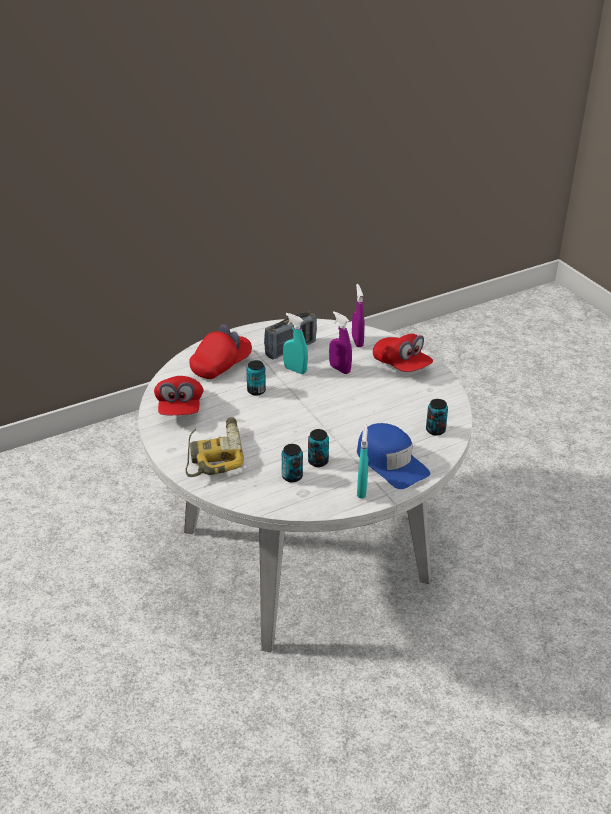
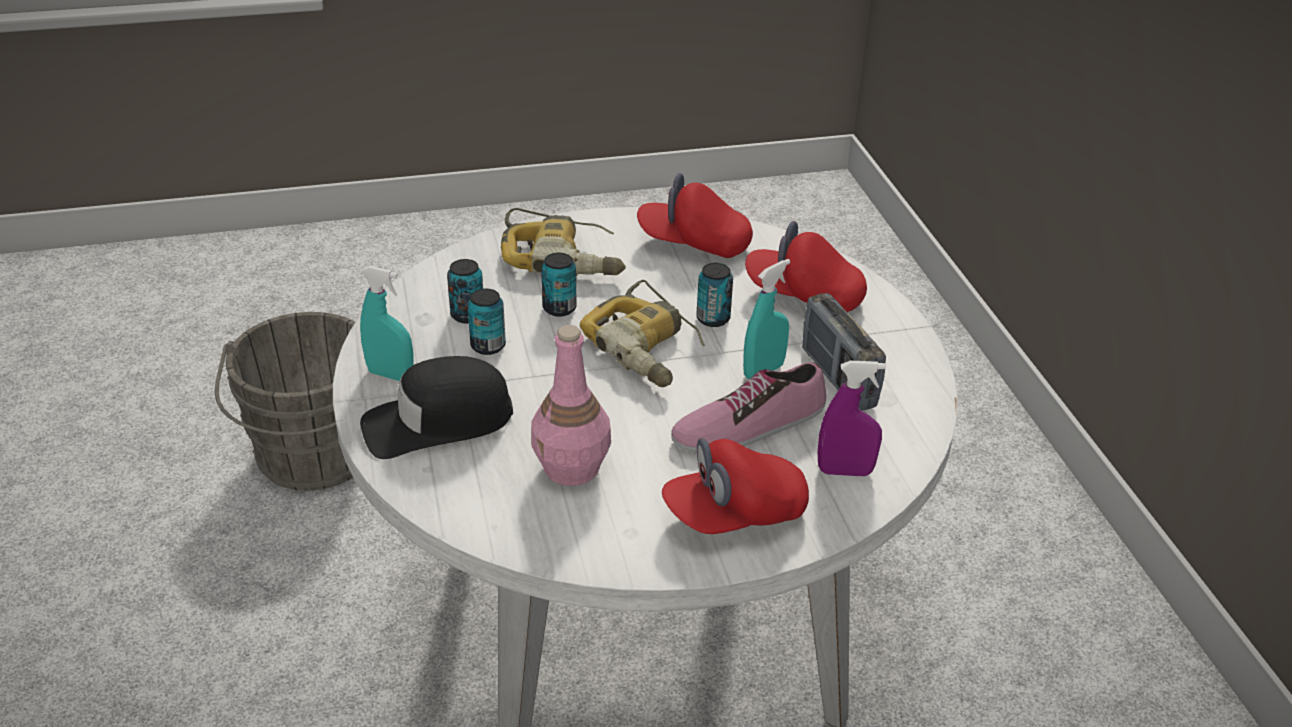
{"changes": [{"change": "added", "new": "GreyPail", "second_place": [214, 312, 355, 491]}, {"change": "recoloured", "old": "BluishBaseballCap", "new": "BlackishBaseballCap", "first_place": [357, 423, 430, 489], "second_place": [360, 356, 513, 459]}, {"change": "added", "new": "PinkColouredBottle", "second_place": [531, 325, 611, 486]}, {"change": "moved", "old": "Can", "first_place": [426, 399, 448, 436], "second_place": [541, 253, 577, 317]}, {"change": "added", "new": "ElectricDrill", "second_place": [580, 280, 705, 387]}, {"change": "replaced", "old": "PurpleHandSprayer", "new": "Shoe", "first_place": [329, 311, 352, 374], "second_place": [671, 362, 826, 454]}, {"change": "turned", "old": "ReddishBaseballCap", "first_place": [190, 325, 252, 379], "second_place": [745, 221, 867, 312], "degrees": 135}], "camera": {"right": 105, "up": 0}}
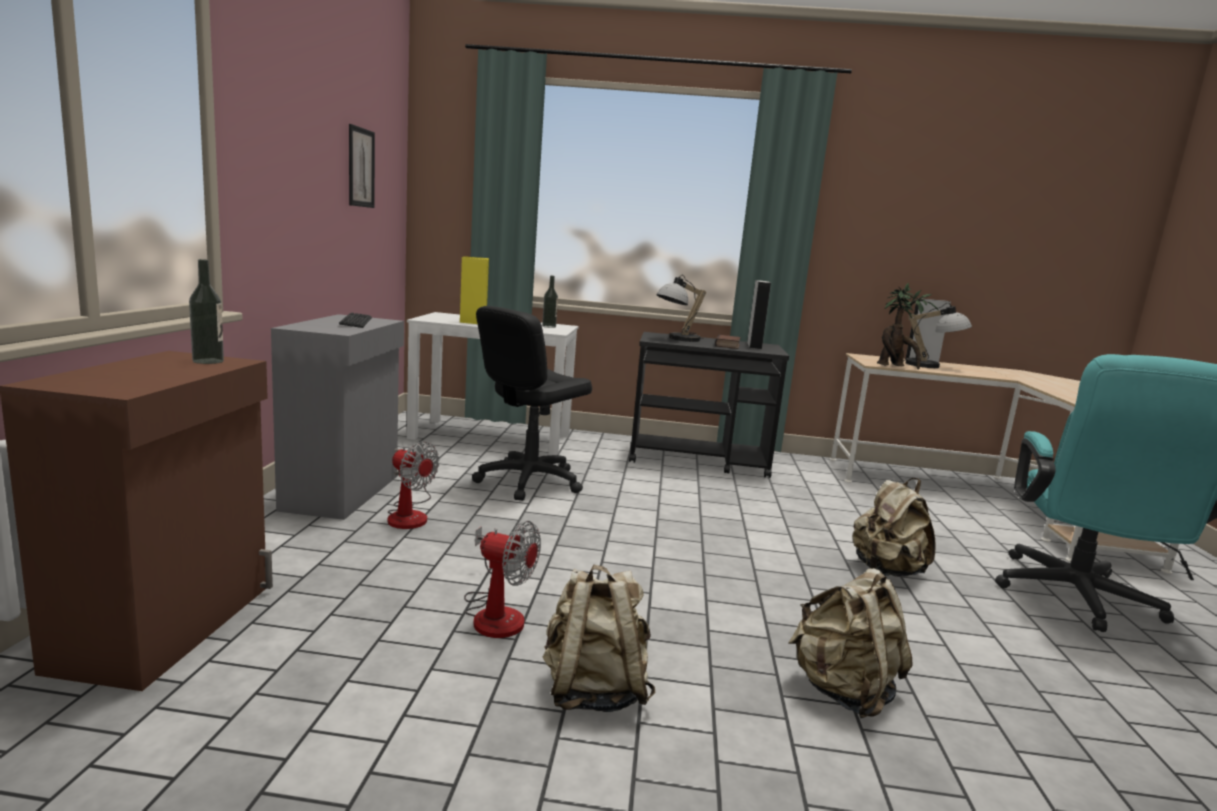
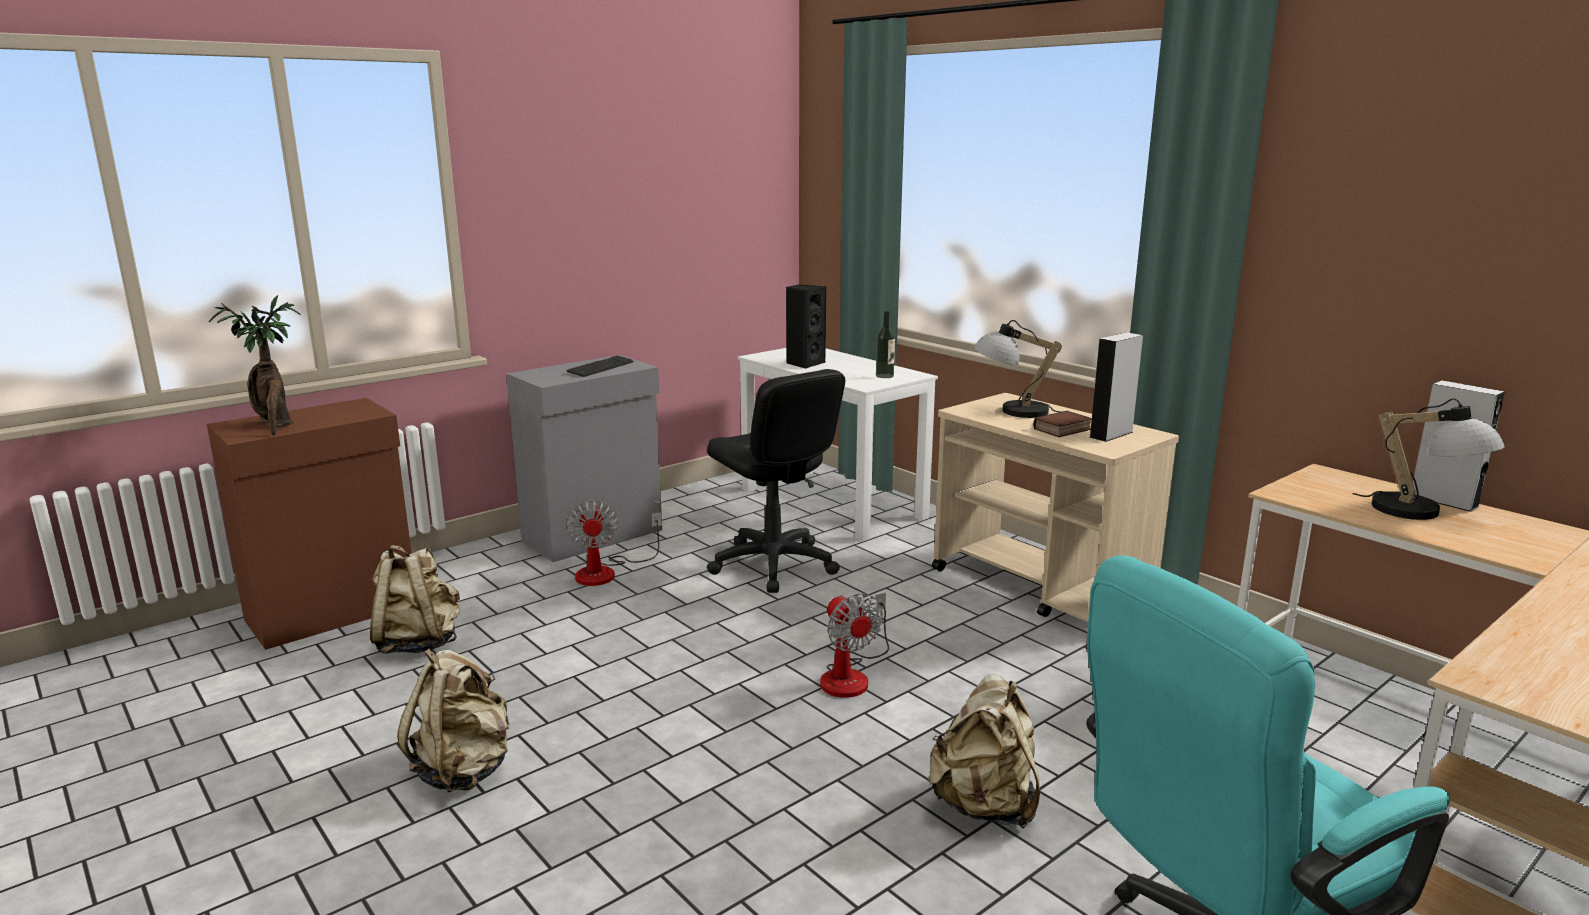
{"changes": [{"change": "moved", "old": "Houseplant", "first_place": [877, 283, 939, 370], "second_place": [209, 295, 301, 435]}, {"change": "moved", "old": "SandColouredBackpack", "first_place": [788, 568, 913, 718], "second_place": [370, 545, 460, 654]}, {"change": "turned", "old": "BlackishComputerChair", "first_place": [472, 306, 592, 501], "second_place": [707, 369, 845, 593], "degrees": -120}, {"change": "recoloured", "old": "YellowAudioSpeaker", "new": "BlackishAudioSpeaker", "first_place": [460, 256, 489, 324], "second_place": [786, 284, 826, 369]}, {"change": "moved", "old": "ElectricFan", "first_place": [464, 521, 541, 638], "second_place": [820, 593, 889, 698]}, {"change": "recoloured", "old": "BlackishTrolley", "new": "SandColouredTrolley", "first_place": [629, 332, 789, 478], "second_place": [932, 393, 1179, 622]}, {"change": "removed", "old": "Bottle", "first_place": [189, 259, 224, 364]}, {"change": "removed", "old": "WallArt", "first_place": [349, 124, 375, 208]}], "camera": {"right": 45, "up": 5}}
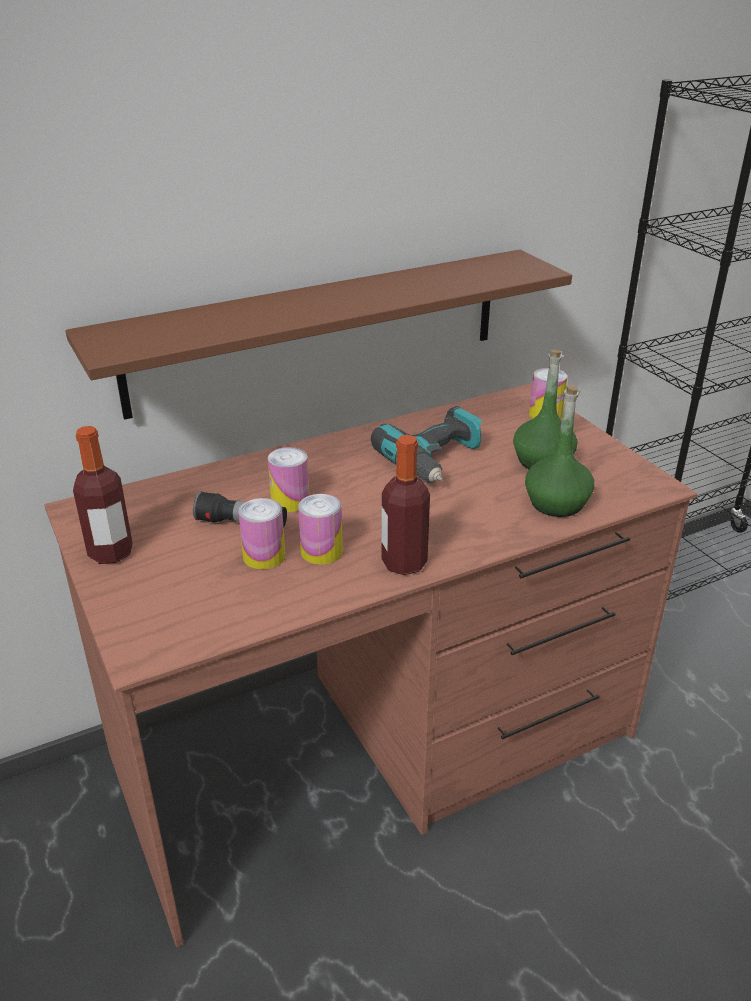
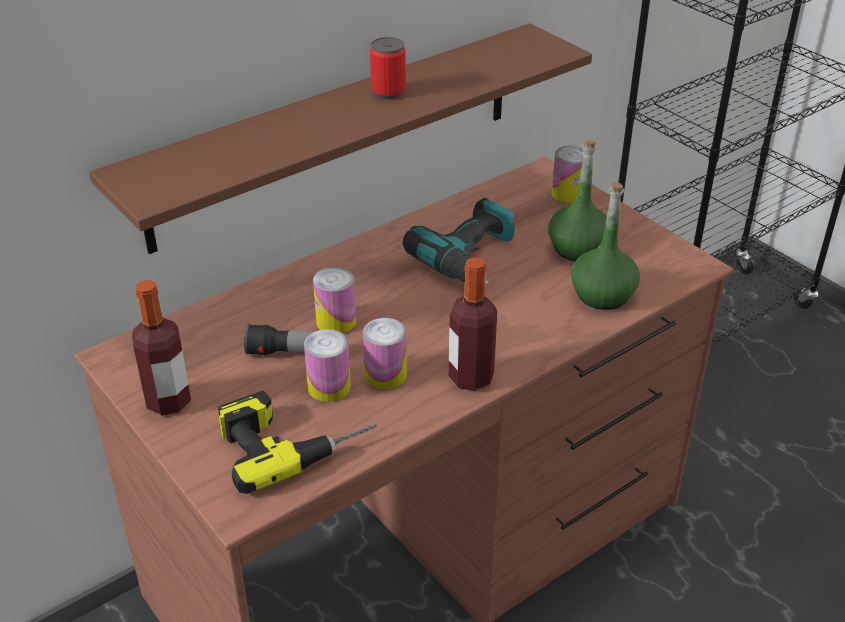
{"changes": [{"change": "added", "new": "ElectricDrill", "second_place": [218, 390, 377, 494]}, {"change": "added", "new": "Can", "second_place": [370, 37, 406, 99]}], "camera": {"right": -10, "up": 5}}
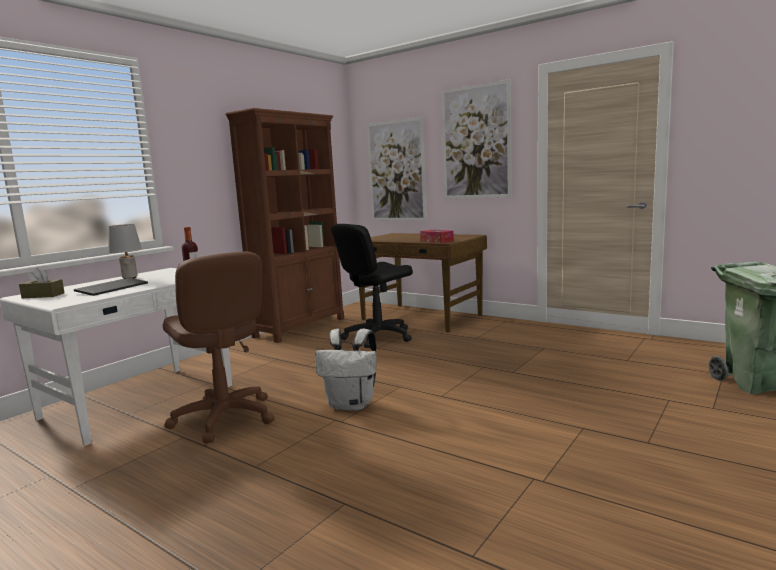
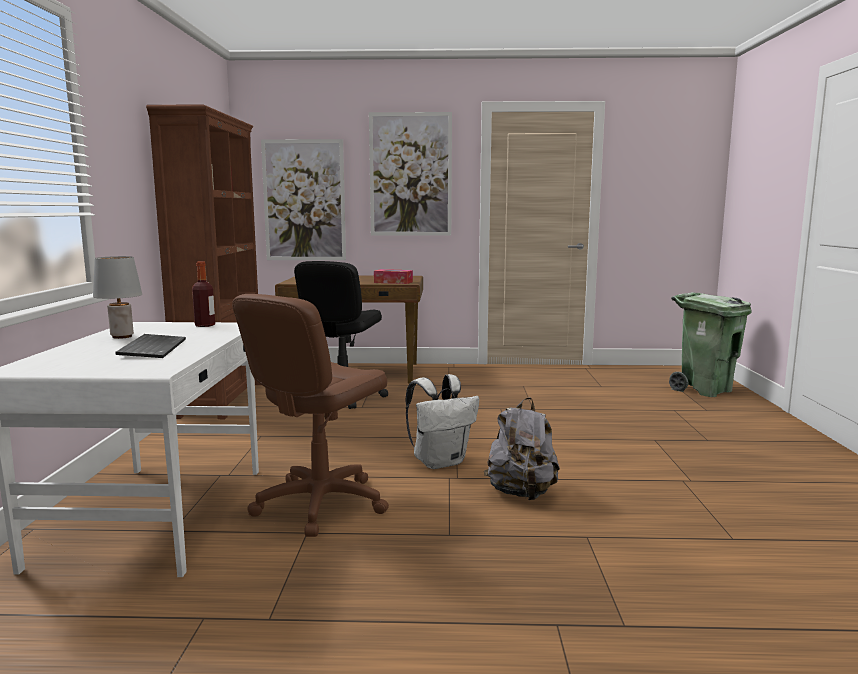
{"changes": [{"change": "turned", "old": "BrownComputerChair", "first_place": [163, 252, 275, 443], "second_place": [232, 294, 389, 537], "degrees": 105}, {"change": "added", "new": "GreyBackpack", "second_place": [484, 397, 560, 500]}, {"change": "removed", "old": "BrownTissueBox", "first_place": [19, 268, 65, 298]}], "camera": {"right": -35, "up": 0}}
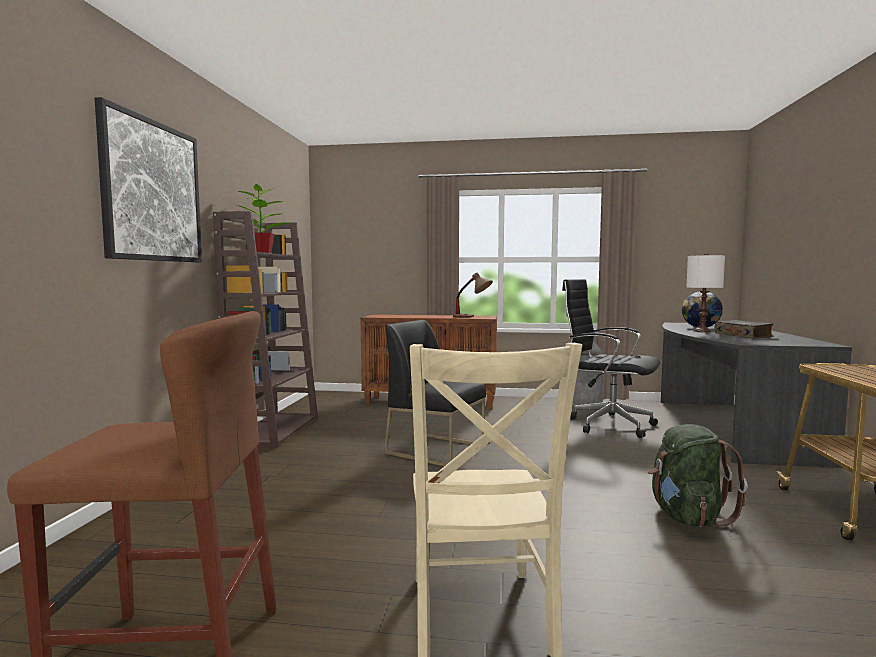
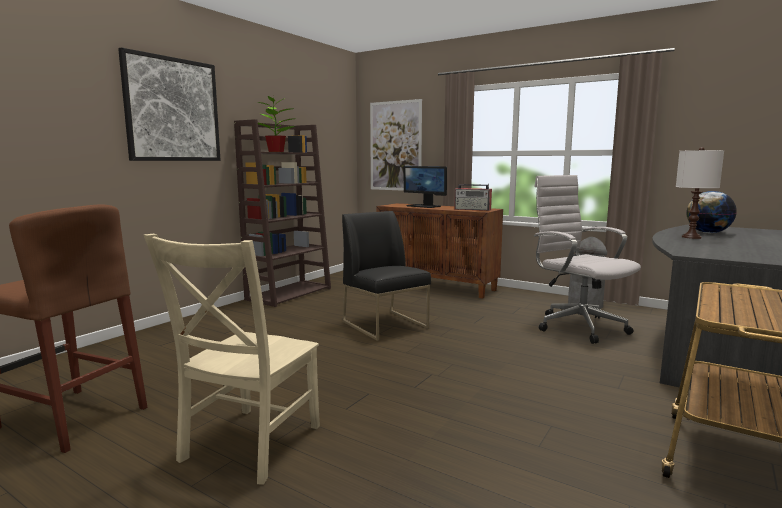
{"changes": [{"change": "added", "new": "WallArt", "second_place": [370, 99, 422, 191]}, {"change": "added", "new": "ComputerDisplay", "second_place": [403, 166, 447, 208]}, {"change": "replaced", "old": "LampForATable", "new": "RadioSet", "first_place": [453, 273, 493, 318], "second_place": [454, 183, 492, 211]}, {"change": "recoloured", "old": "BlackishComputerChair", "new": "WhitishComputerChair", "first_place": [562, 279, 660, 438], "second_place": [534, 175, 641, 344]}, {"change": "removed", "old": "GreenBackpack", "first_place": [648, 424, 747, 527]}, {"change": "removed", "old": "BoundBook", "first_place": [714, 320, 774, 339]}], "camera": {"right": 25, "up": 5}}
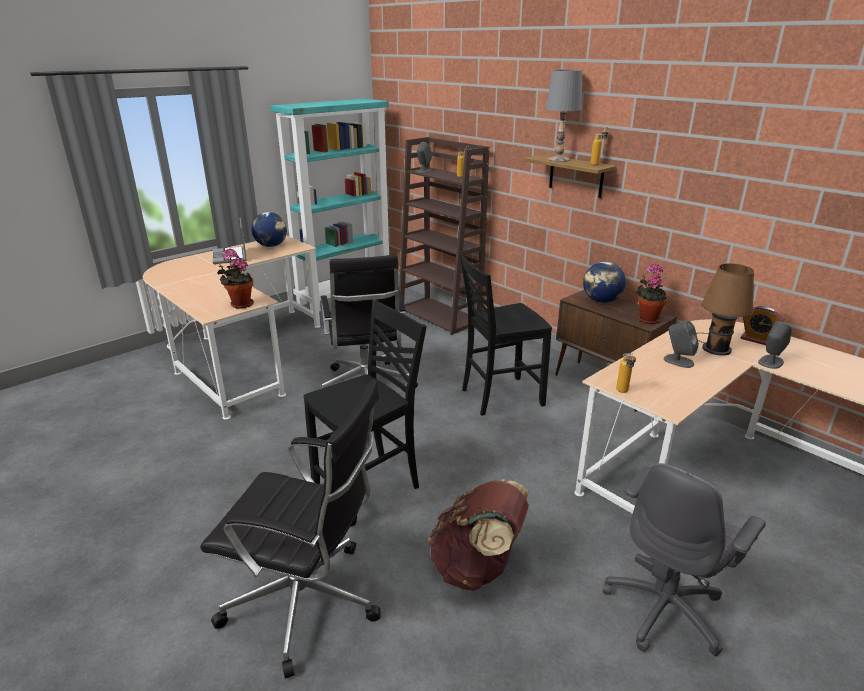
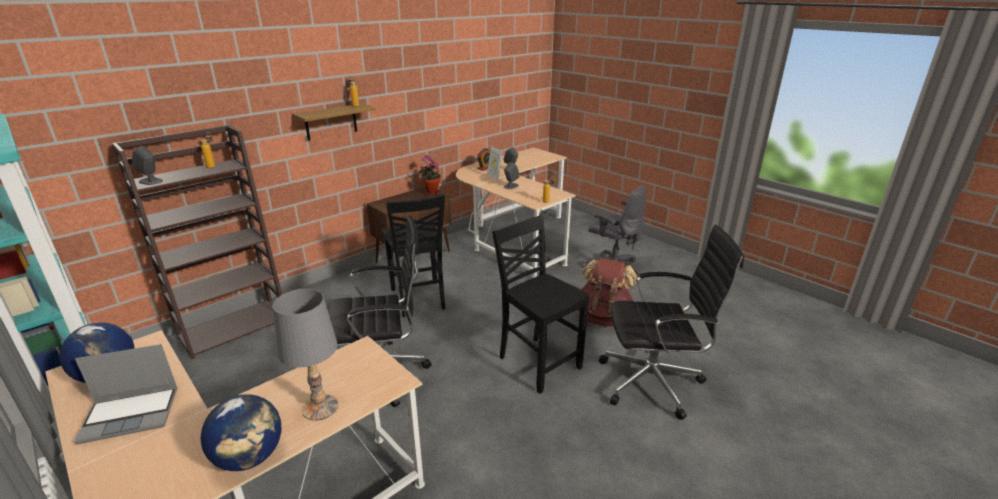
{"changes": [{"change": "moved", "old": "DeskGlobe", "first_place": [583, 262, 626, 303], "second_place": [201, 394, 281, 471]}, {"change": "moved", "old": "GreyLampForATable", "first_place": [546, 70, 582, 162], "second_place": [273, 289, 338, 421]}, {"change": "replaced", "old": "BrownLampForATable", "new": "PhotoFrame", "first_place": [696, 263, 755, 356], "second_place": [487, 146, 502, 181]}, {"change": "turned", "old": "BlackishComputerChair", "first_place": [200, 380, 381, 678], "second_place": [599, 225, 744, 420], "degrees": 75}, {"change": "removed", "old": "Houseplant", "first_place": [217, 248, 254, 309]}], "camera": {"right": -90, "up": 0}}
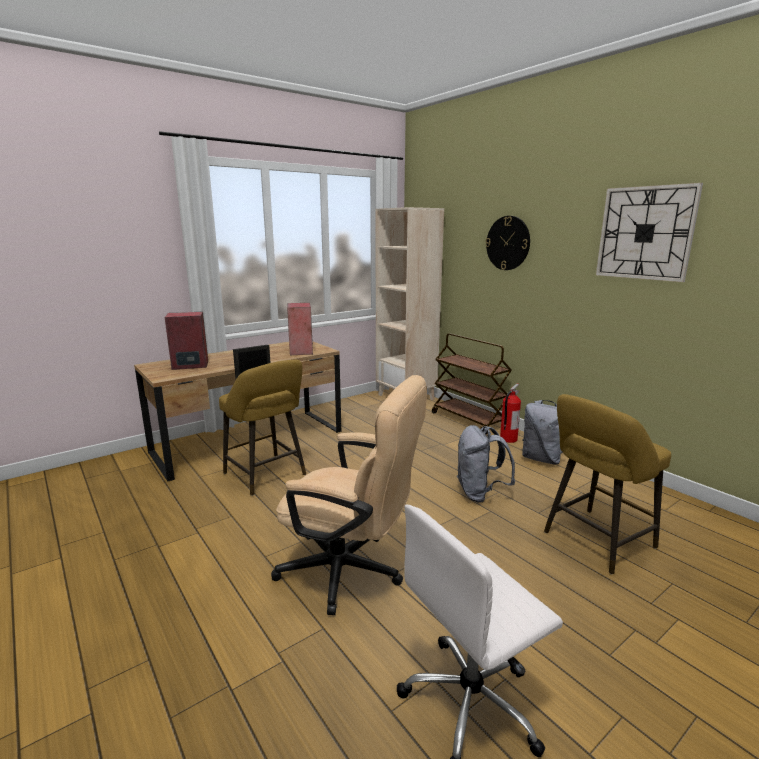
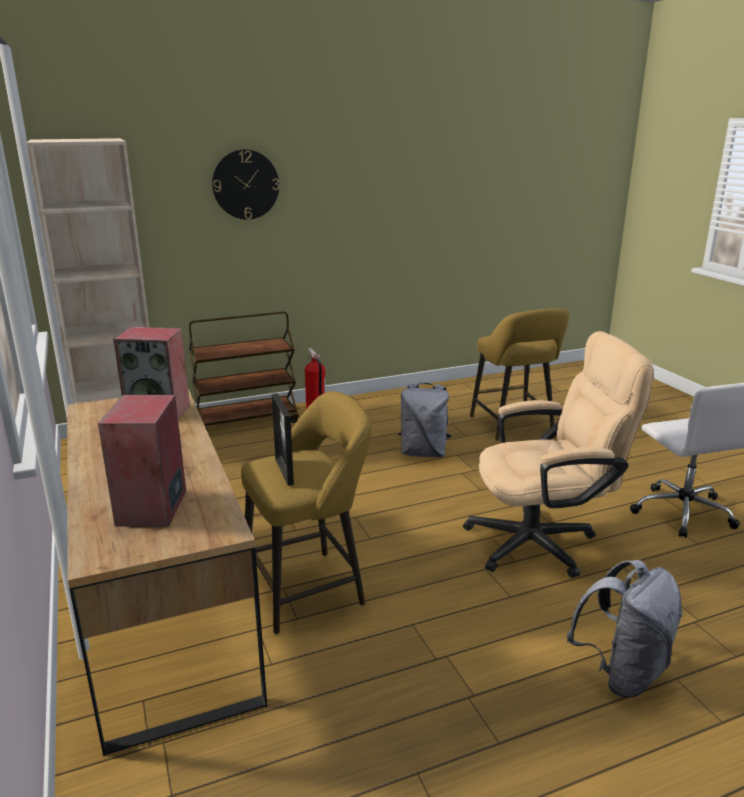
{"changes": [{"change": "turned", "old": "SandColouredComputerChair", "first_place": [271, 375, 427, 615], "second_place": [463, 331, 654, 578], "degrees": 45}, {"change": "moved", "old": "GreyBackpack", "first_place": [522, 400, 562, 465], "second_place": [567, 560, 682, 697]}, {"change": "removed", "old": "HangingClock", "first_place": [596, 183, 703, 282]}], "camera": {"right": -75, "up": 5}}
